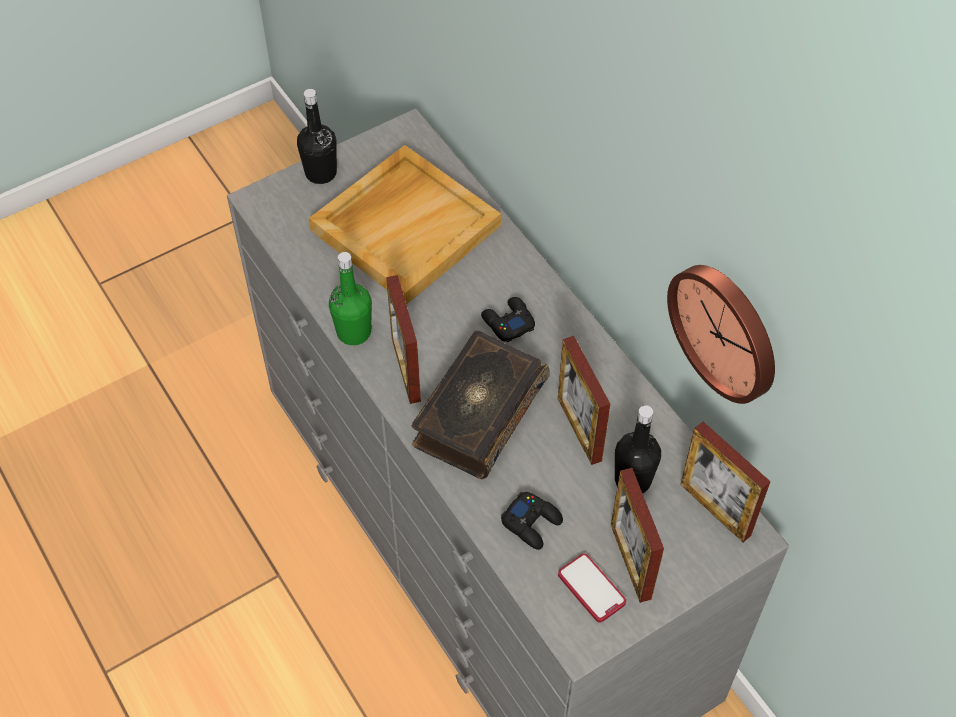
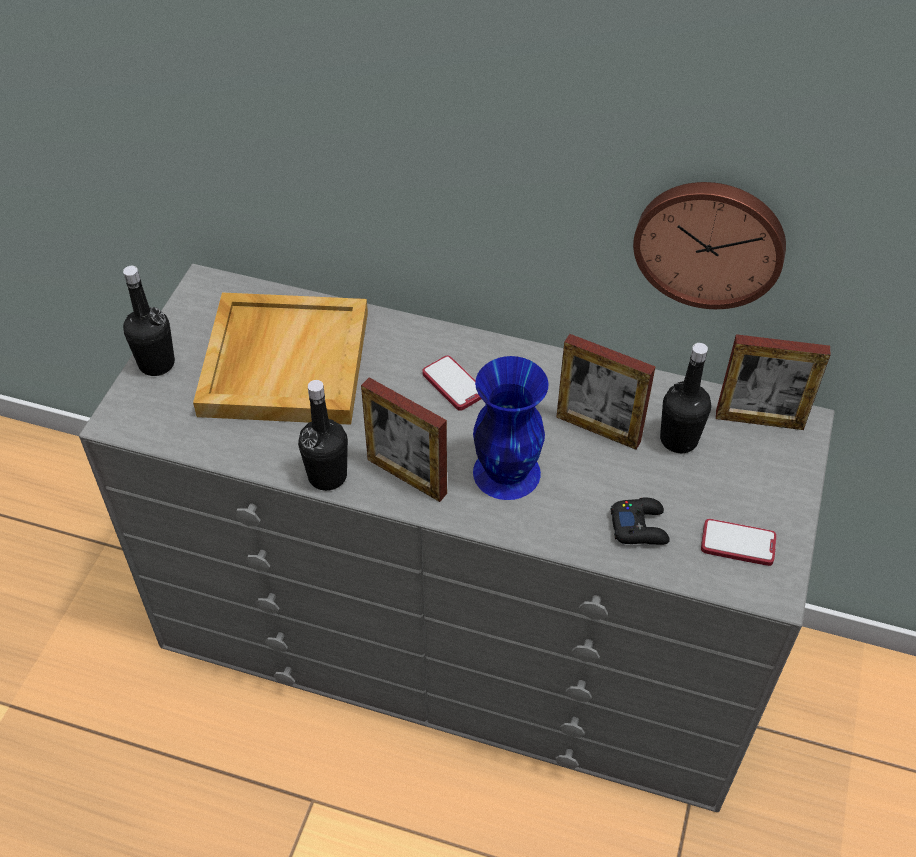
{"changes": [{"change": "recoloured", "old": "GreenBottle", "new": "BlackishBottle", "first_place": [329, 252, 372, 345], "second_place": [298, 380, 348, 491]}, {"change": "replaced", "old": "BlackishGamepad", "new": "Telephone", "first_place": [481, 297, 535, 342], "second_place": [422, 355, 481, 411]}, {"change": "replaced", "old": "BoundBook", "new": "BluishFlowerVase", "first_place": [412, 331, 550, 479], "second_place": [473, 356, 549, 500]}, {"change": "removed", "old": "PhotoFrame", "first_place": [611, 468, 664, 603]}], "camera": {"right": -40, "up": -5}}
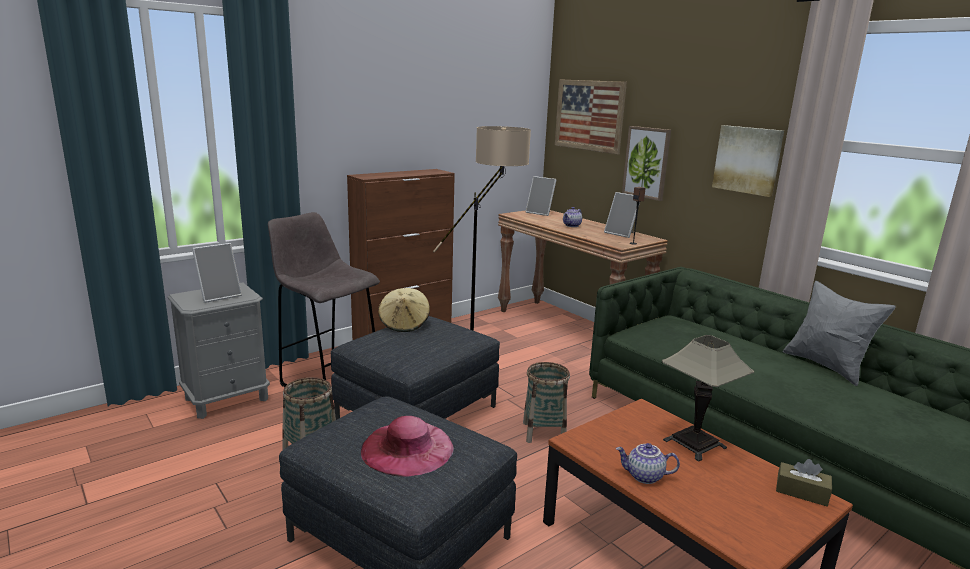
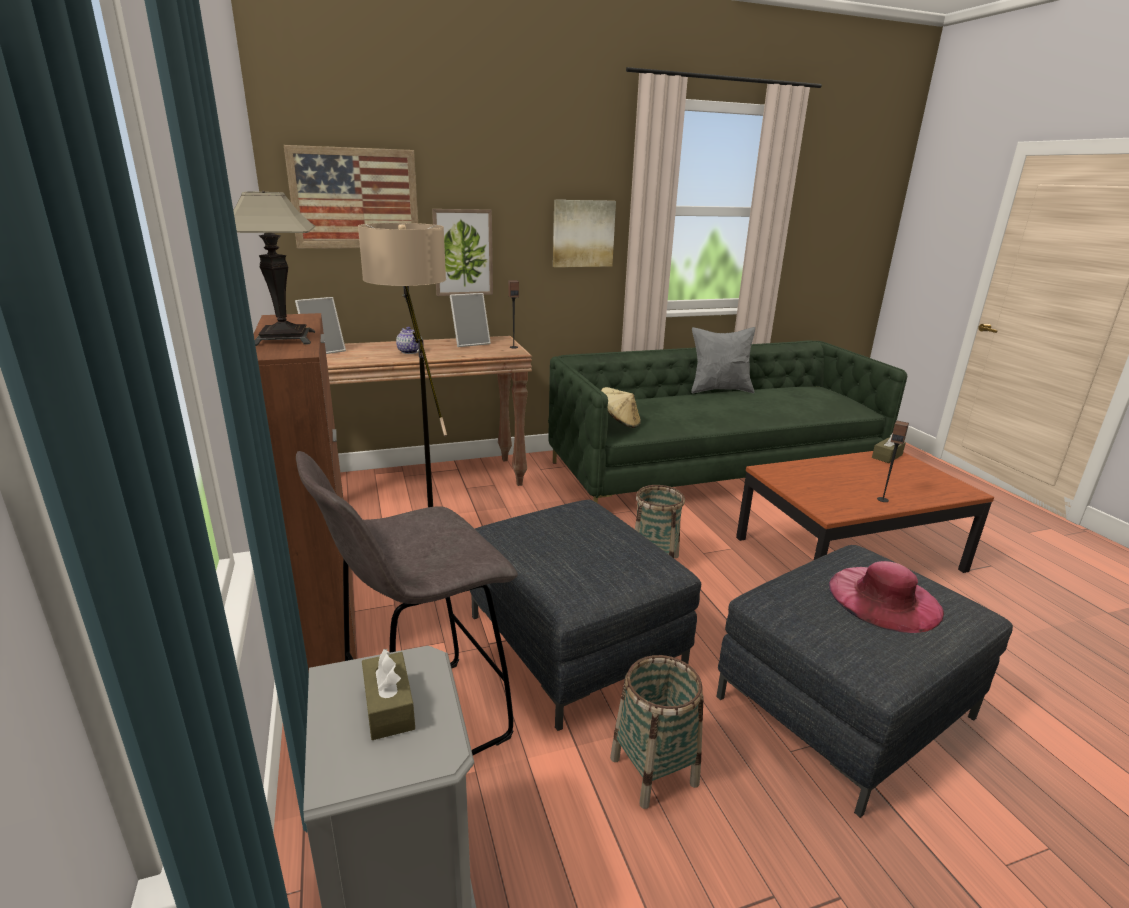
{"changes": [{"change": "moved", "old": "LampForATable", "first_place": [662, 335, 754, 461], "second_place": [233, 191, 315, 346]}, {"change": "replaced", "old": "PhotoFrame", "new": "BrownTissueBox", "first_place": [192, 243, 242, 303], "second_place": [362, 649, 415, 740]}, {"change": "moved", "old": "SandColouredClothingHat", "first_place": [378, 288, 430, 332], "second_place": [601, 387, 641, 428]}, {"change": "replaced", "old": "PotForTea", "new": "AudioSpeaker", "first_place": [616, 443, 680, 484], "second_place": [877, 421, 909, 502]}], "camera": {"right": -70, "up": 5}}
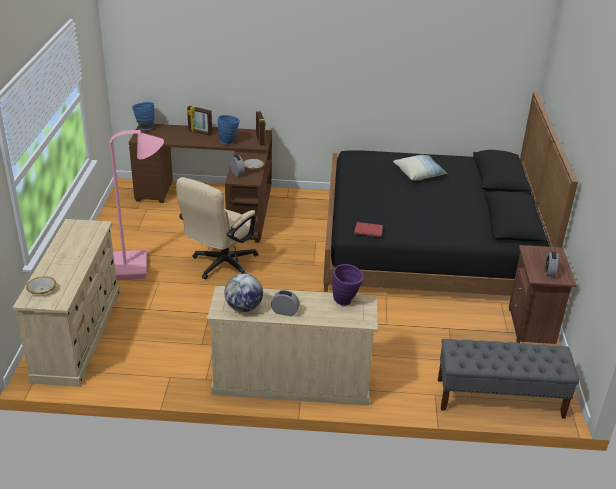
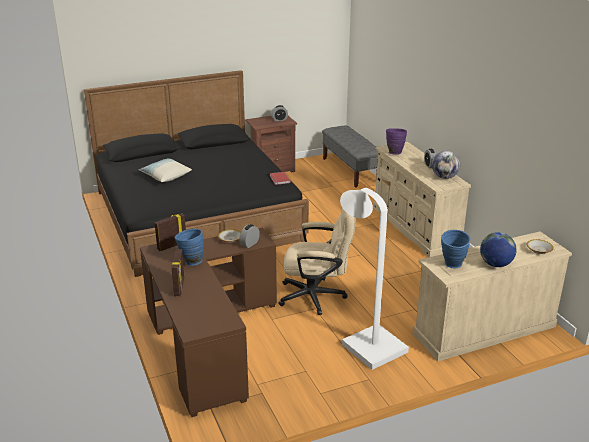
{"changes": [{"change": "recoloured", "old": "PinkColouredStandardLamp", "new": "WhitishStandardLamp", "first_place": [109, 130, 164, 280], "second_place": [340, 188, 409, 370]}, {"change": "moved", "old": "BluishFlowerVase", "first_place": [132, 102, 155, 130], "second_place": [441, 230, 470, 268]}, {"change": "added", "new": "DeskGlobe", "second_place": [480, 232, 517, 267]}], "camera": {"right": -115, "up": -5}}
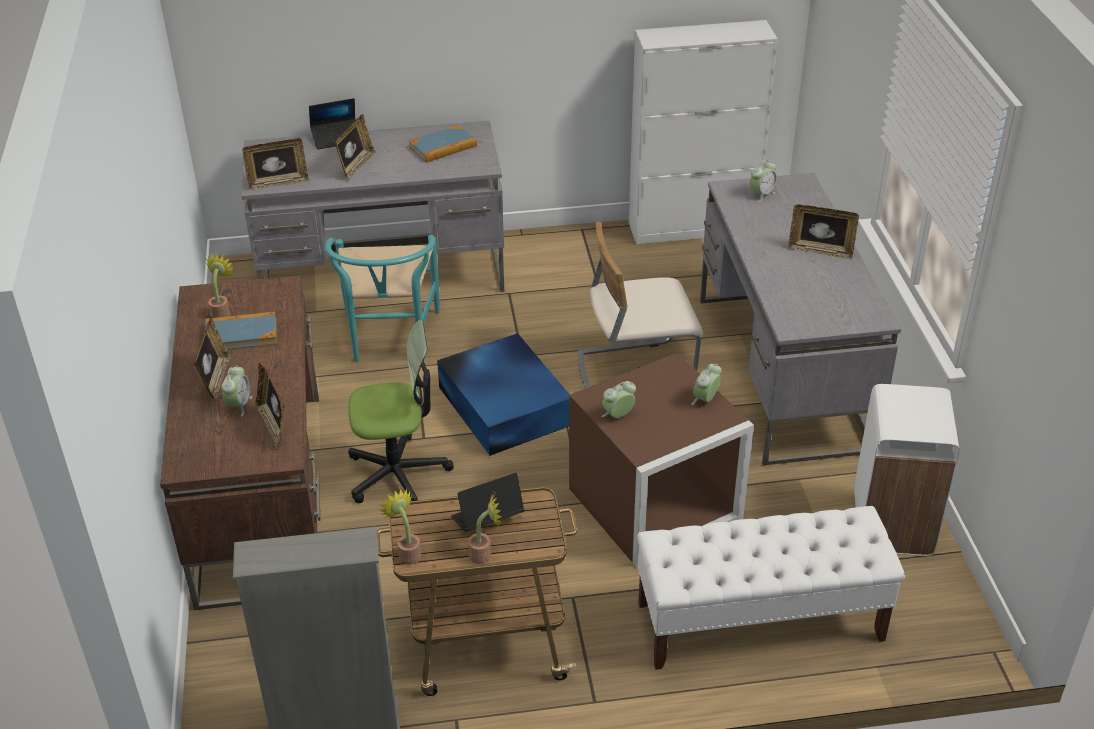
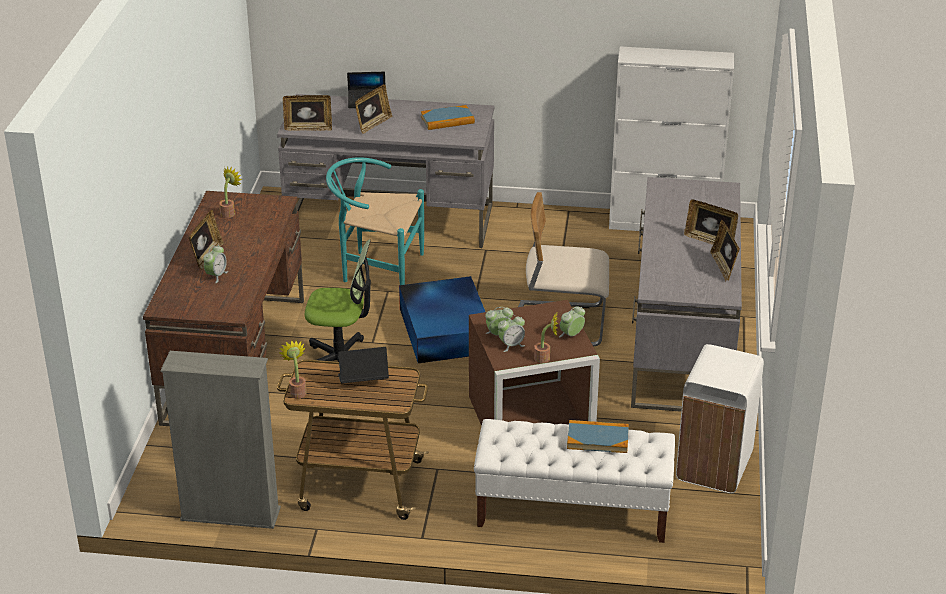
{"changes": [{"change": "turned", "old": "TurquoiseColouredUprightChair", "first_place": [325, 235, 440, 362], "second_place": [326, 157, 424, 285], "degrees": 90}, {"change": "moved", "old": "AlarmClock", "first_place": [750, 160, 777, 202], "second_place": [498, 315, 525, 352]}, {"change": "moved", "old": "Houseplant", "first_place": [468, 493, 502, 564], "second_place": [534, 313, 559, 363]}, {"change": "moved", "old": "BoundBook", "first_place": [205, 312, 277, 350], "second_place": [567, 420, 629, 453]}, {"change": "moved", "old": "PhotoFrame", "first_place": [255, 363, 285, 450], "second_place": [710, 220, 740, 282]}], "camera": {"right": 15, "up": -5}}
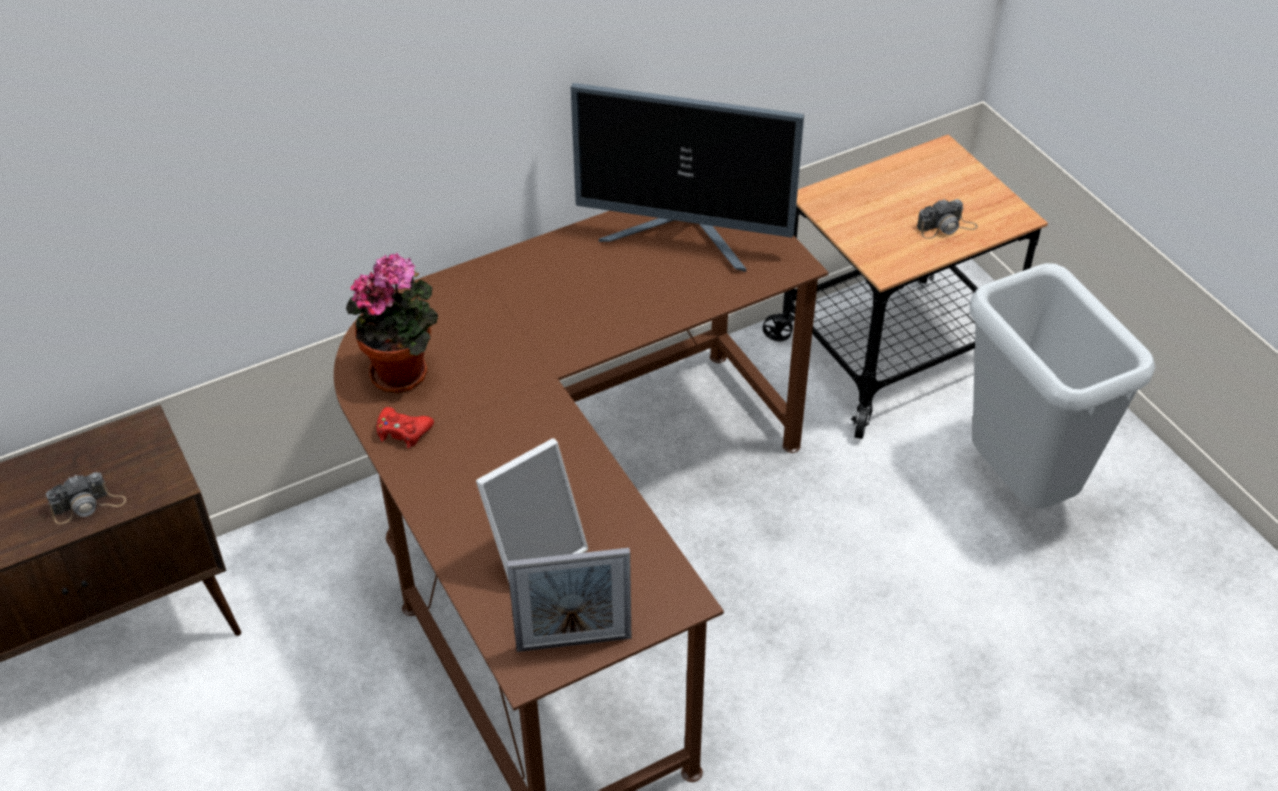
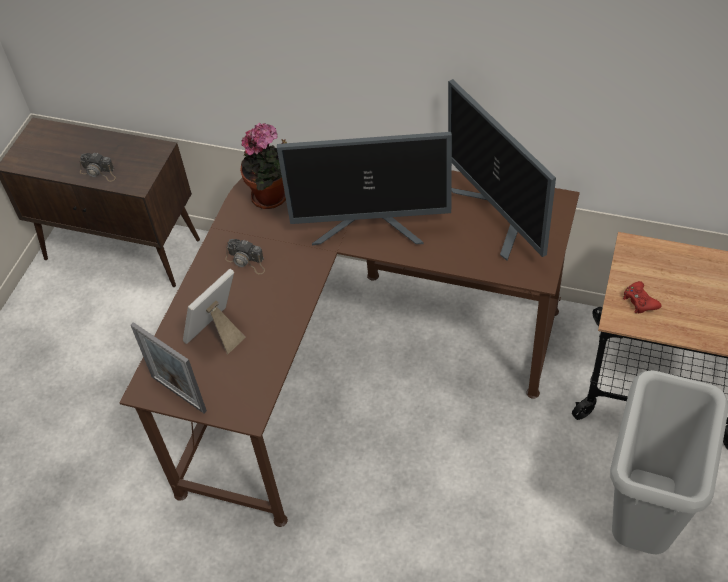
{"changes": [{"change": "turned", "old": "PhotoFrame", "first_place": [476, 438, 588, 582], "second_place": [183, 269, 246, 354], "degrees": 120}, {"change": "moved", "old": "StillCamera", "first_place": [917, 199, 978, 239], "second_place": [225, 239, 265, 274]}, {"change": "added", "new": "ComputerDisplay", "second_place": [277, 132, 452, 246]}, {"change": "moved", "old": "ReddishGamepad", "first_place": [377, 407, 434, 448], "second_place": [623, 281, 662, 313]}], "camera": {"right": 50, "up": 5}}
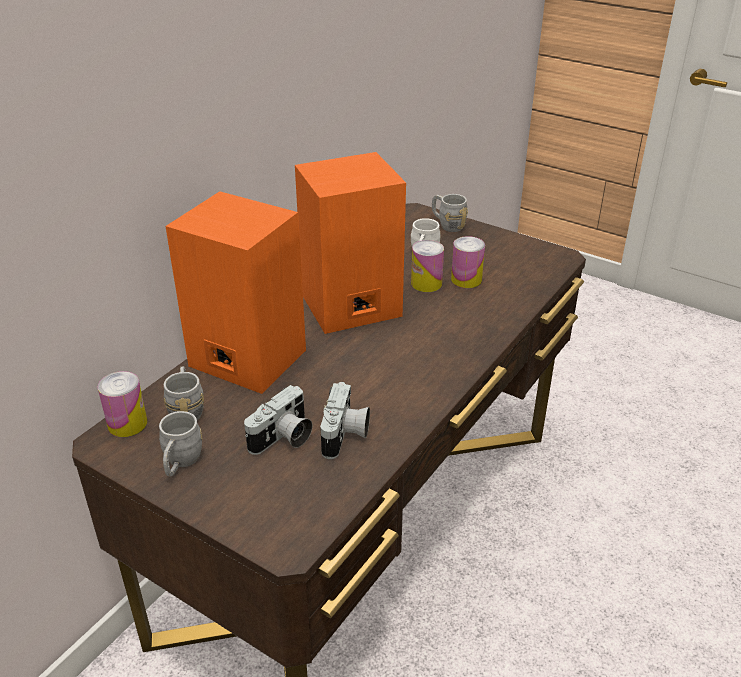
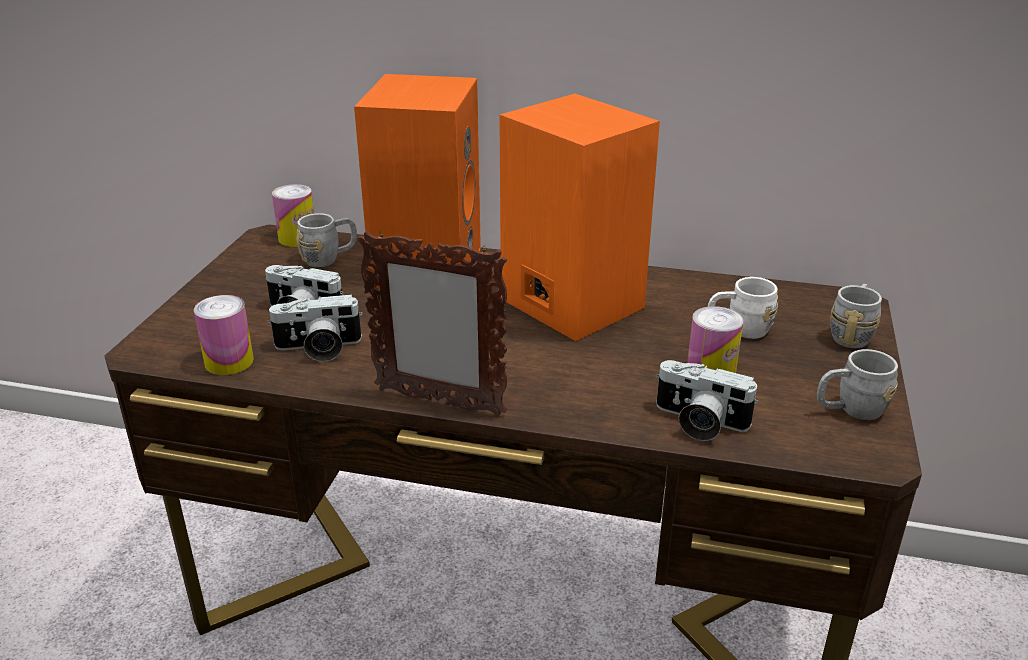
{"changes": [{"change": "moved", "old": "Can", "first_place": [411, 240, 444, 292], "second_place": [194, 295, 254, 375]}, {"change": "added", "new": "PhotoFrame", "second_place": [357, 231, 507, 416]}, {"change": "added", "new": "StillCamera", "second_place": [656, 360, 759, 441]}, {"change": "moved", "old": "GreyCoffeeMug", "first_place": [159, 411, 203, 476], "second_place": [817, 349, 898, 420]}], "camera": {"right": 70, "up": -5}}
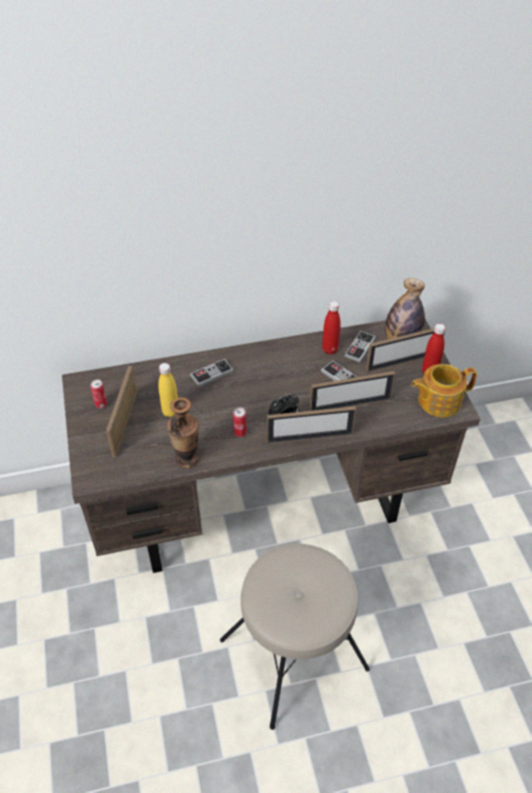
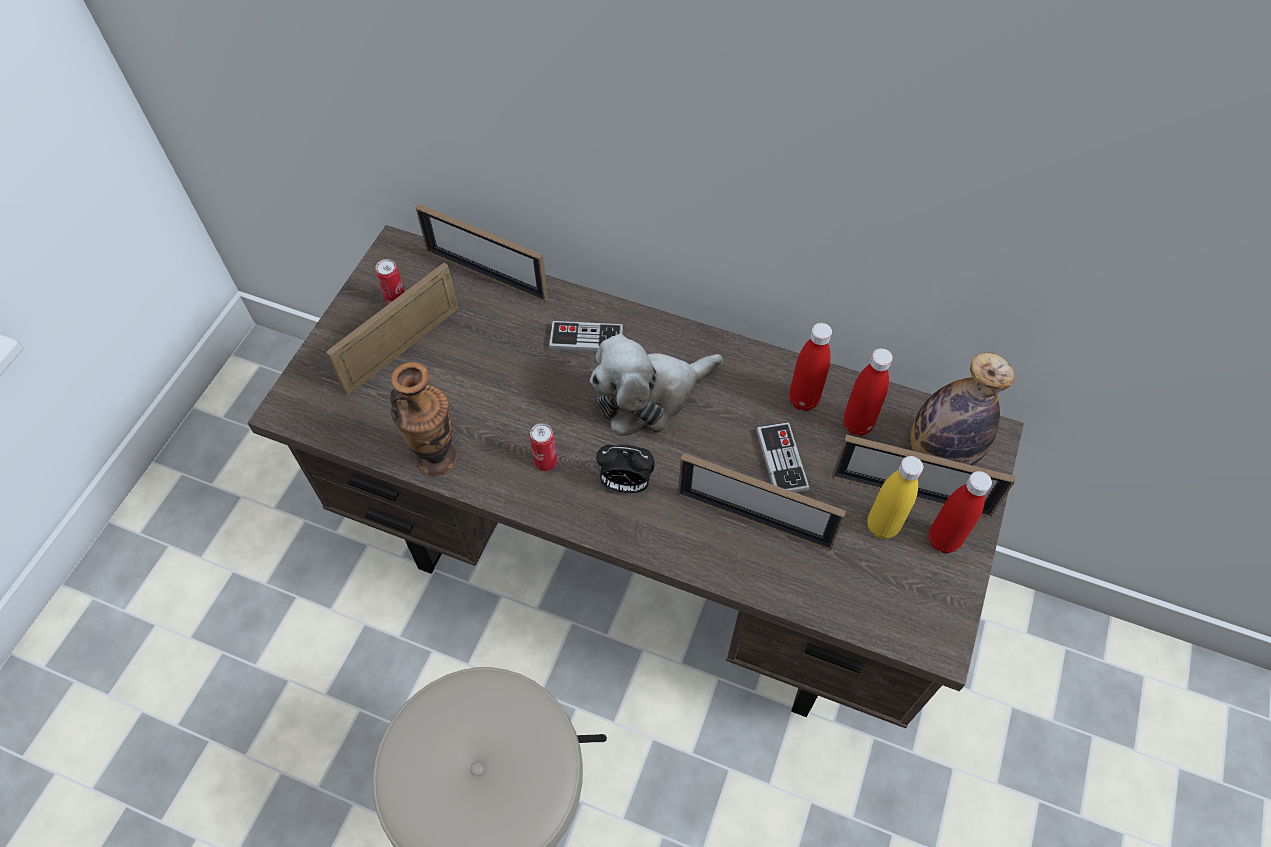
{"changes": [{"change": "moved", "old": "PhotoFrame", "first_place": [267, 406, 356, 444], "second_place": [416, 204, 548, 302]}, {"change": "added", "new": "SoftToy", "second_place": [590, 334, 723, 436]}, {"change": "replaced", "old": "Gamepad", "new": "ReddishBottle", "first_place": [344, 331, 376, 362], "second_place": [843, 348, 893, 436]}, {"change": "moved", "old": "YellowBottle", "first_place": [158, 363, 178, 417], "second_place": [868, 456, 923, 539]}, {"change": "removed", "old": "PotForTea", "first_place": [411, 364, 477, 417]}], "camera": {"right": 35, "up": 10}}
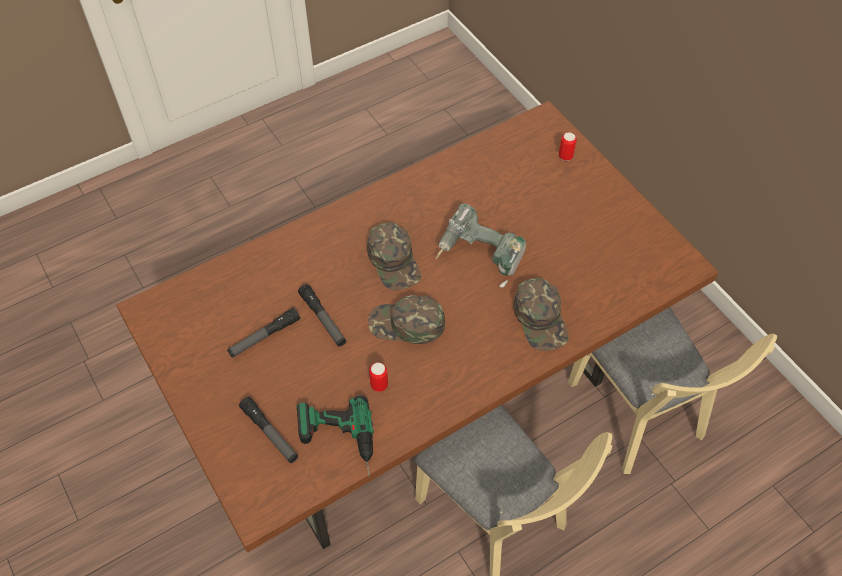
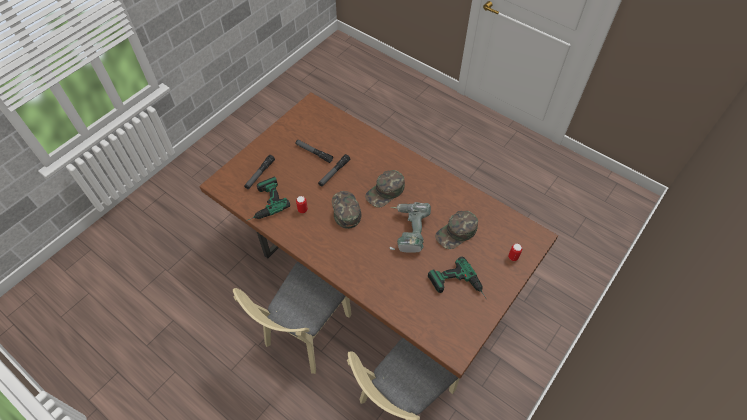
{"changes": [{"change": "added", "new": "ElectricDrill", "second_place": [428, 256, 486, 298]}, {"change": "moved", "old": "GreenBaseballCap", "first_place": [513, 278, 569, 351], "second_place": [435, 211, 478, 249]}], "camera": {"right": 70, "up": 0}}
